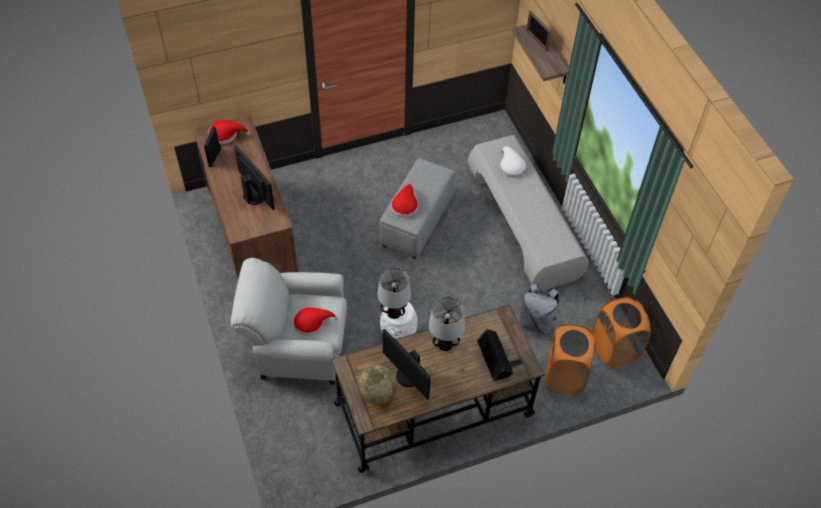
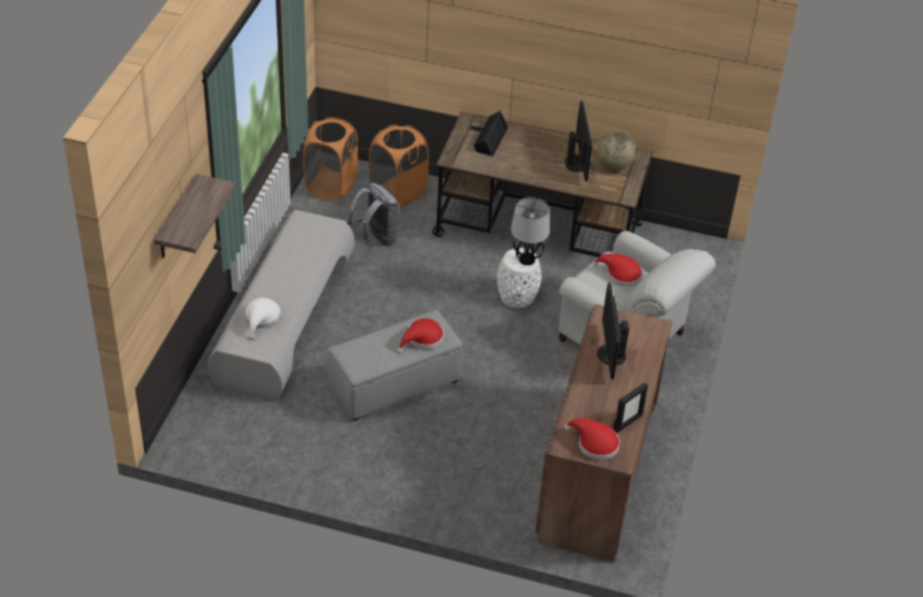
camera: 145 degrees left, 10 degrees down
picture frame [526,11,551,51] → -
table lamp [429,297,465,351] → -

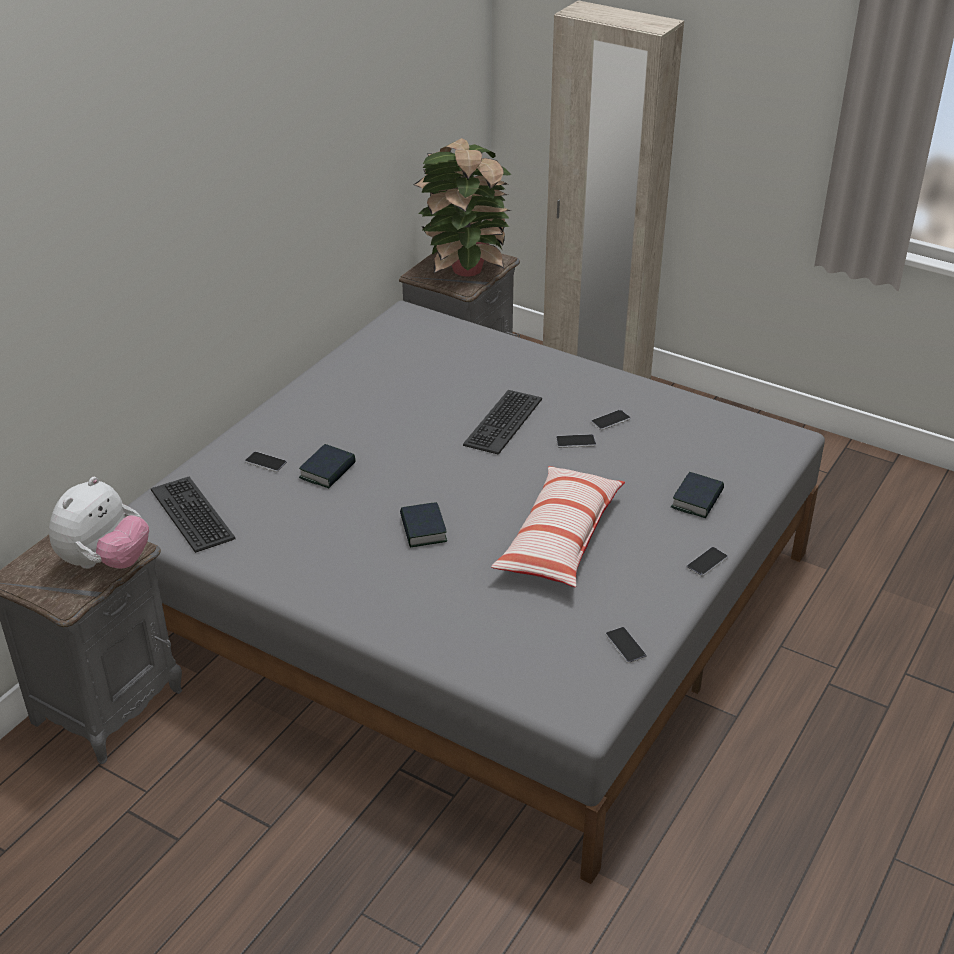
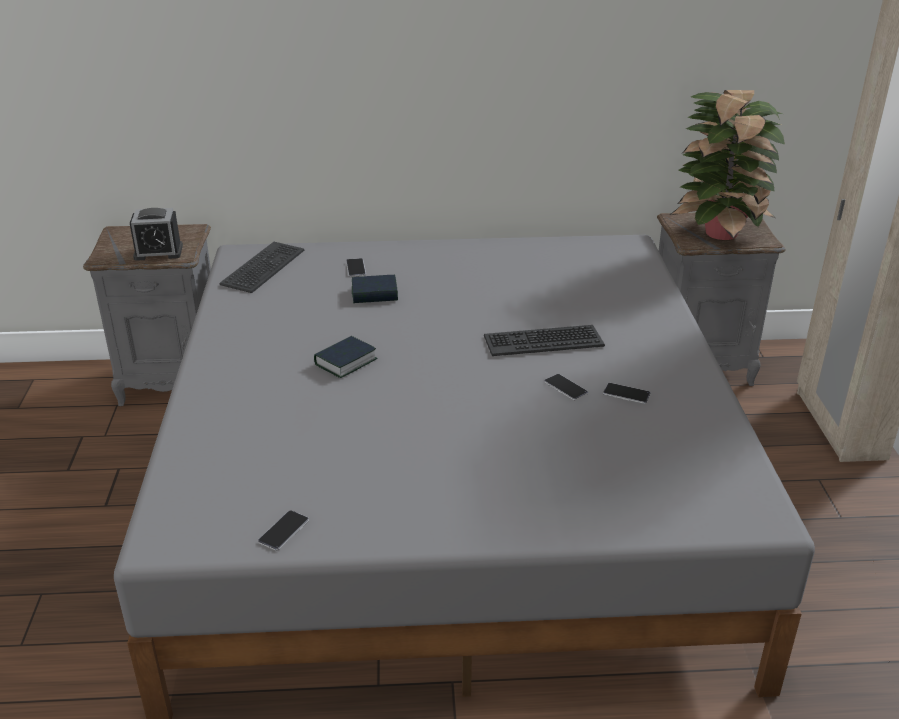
camera: 55 degrees right, 5 degrees down
pillow [491,466,625,587] → -
book [671,472,724,518] → -
plush toy [49,477,149,569] → alarm clock [130,208,183,261]
phone [687,547,728,576] → -

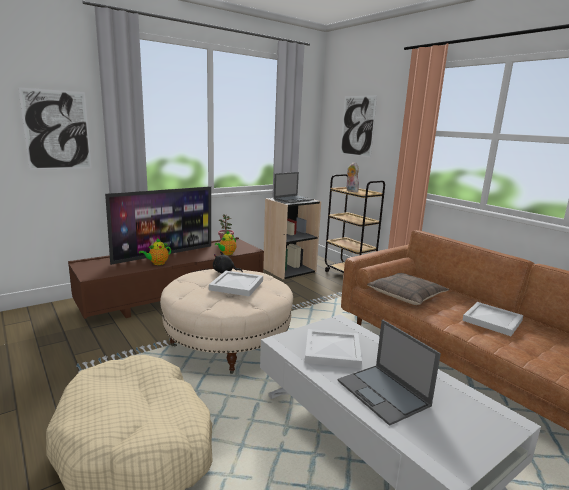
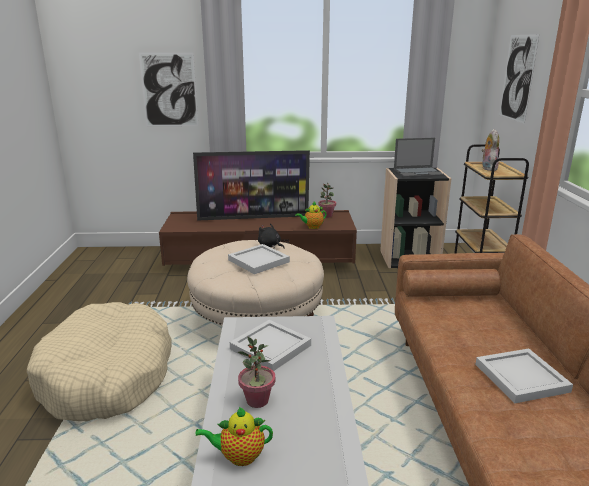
camera: 35 degrees right, 5 degrees up
teapot [139,238,171,265] → teapot [195,407,273,466], move
pillow [367,273,449,305] → -
laptop [338,320,441,426] → potted plant [237,337,275,408]

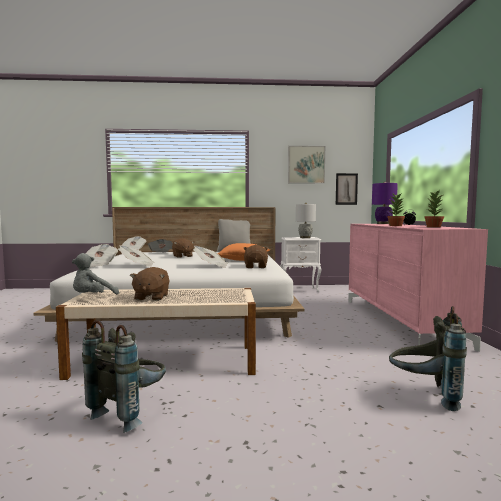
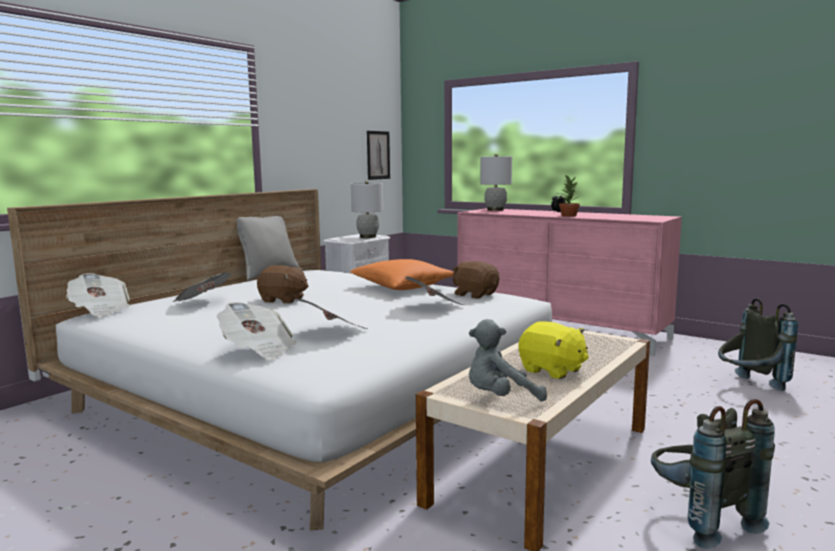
camera: 50 degrees left, 5 degrees up
picture [288,146,325,184] → -
purple table lamp [372,182,398,224] → white table lamp [480,154,512,211]
potted plant [424,190,444,227] → -
grey plush toy [72,253,119,295] → grey plush toy [469,319,547,401], 90 degrees clockwise
brown plush toy [130,267,170,301] → yellow plush toy [519,321,589,379]

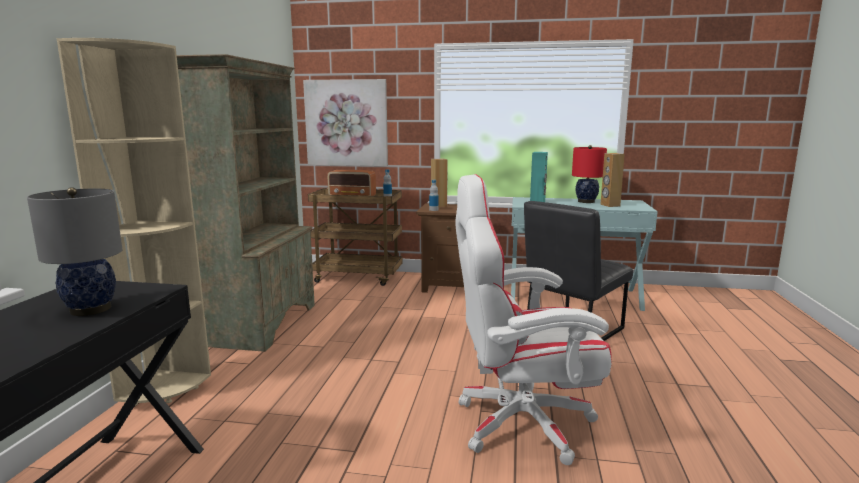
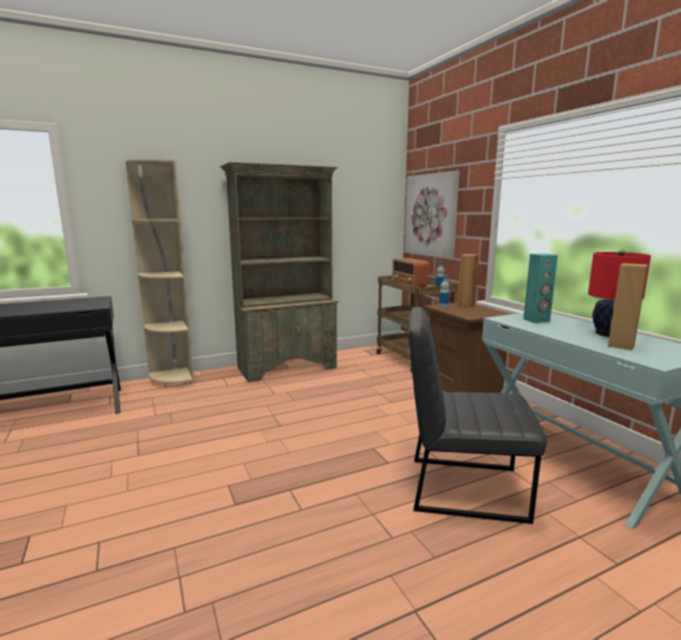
camera: 55 degrees right, 0 degrees up
white office chair [455,174,612,465] → -
grey table lamp [27,187,123,316] → -

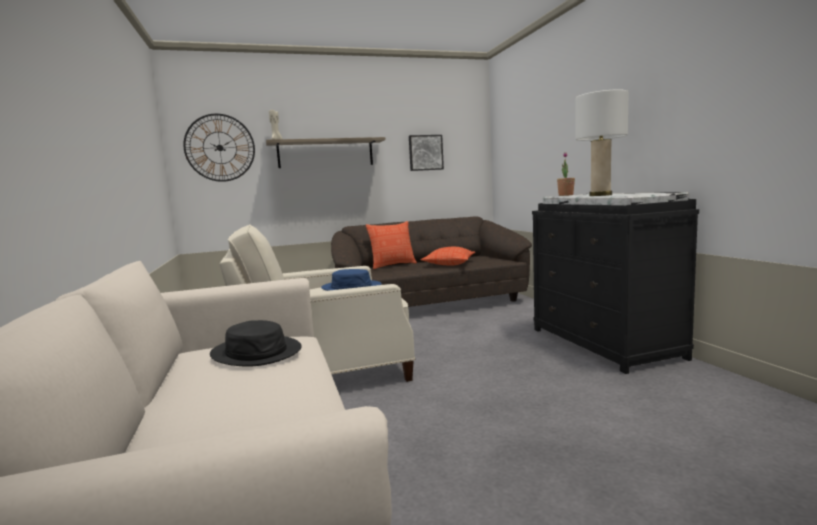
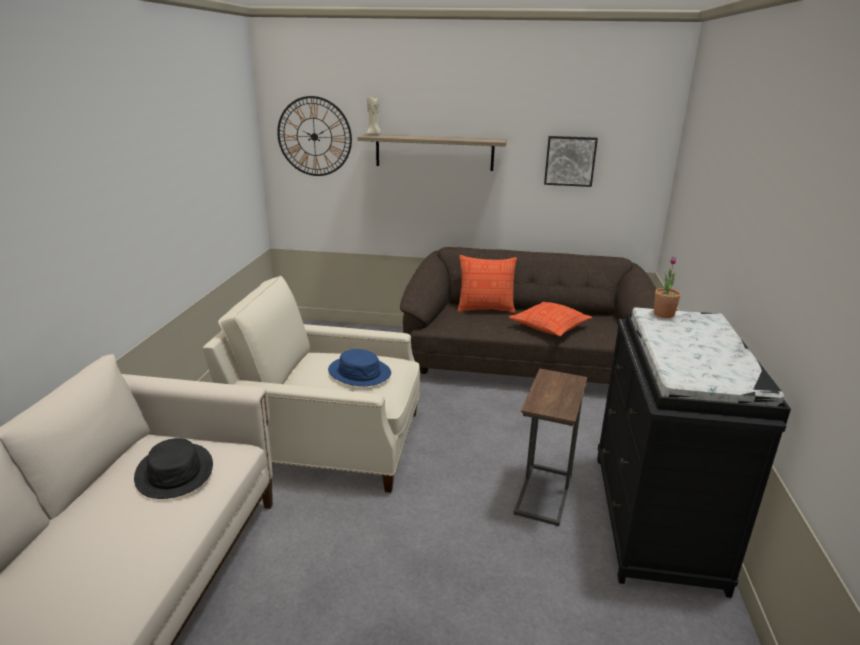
camera: 25 degrees right, 15 degrees up
white table lamp [576,89,629,196] → -
- → brown side table [513,369,587,527]

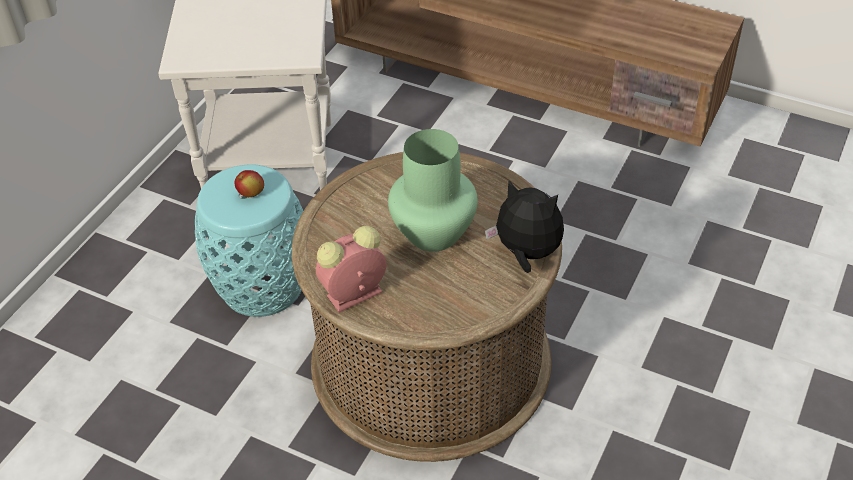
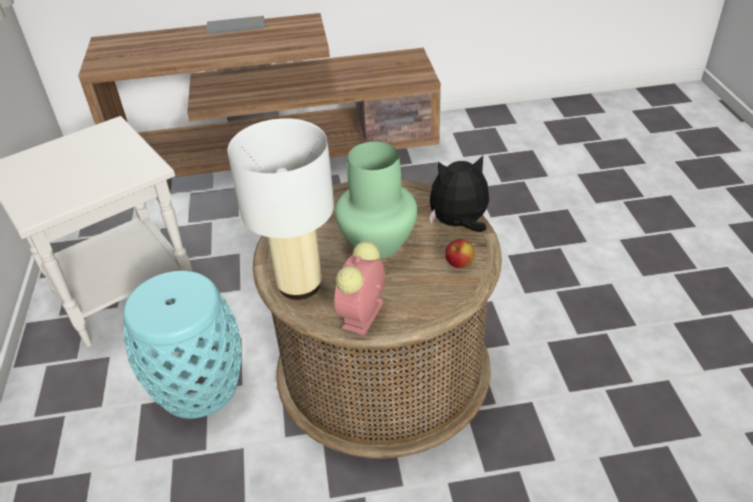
camera: 35 degrees left, 5 degrees down
apple [234,170,264,197] → apple [445,239,475,268], move
- → white table lamp [228,118,334,300]

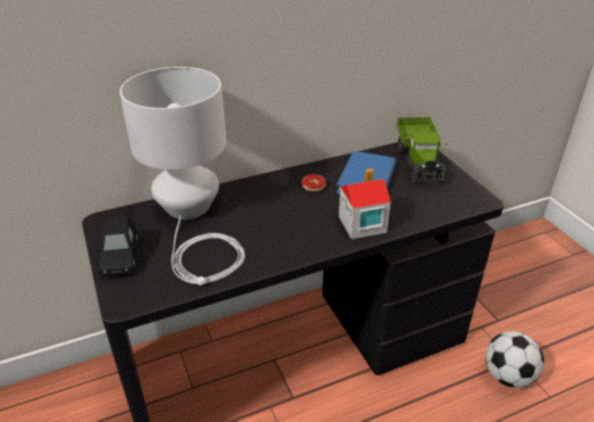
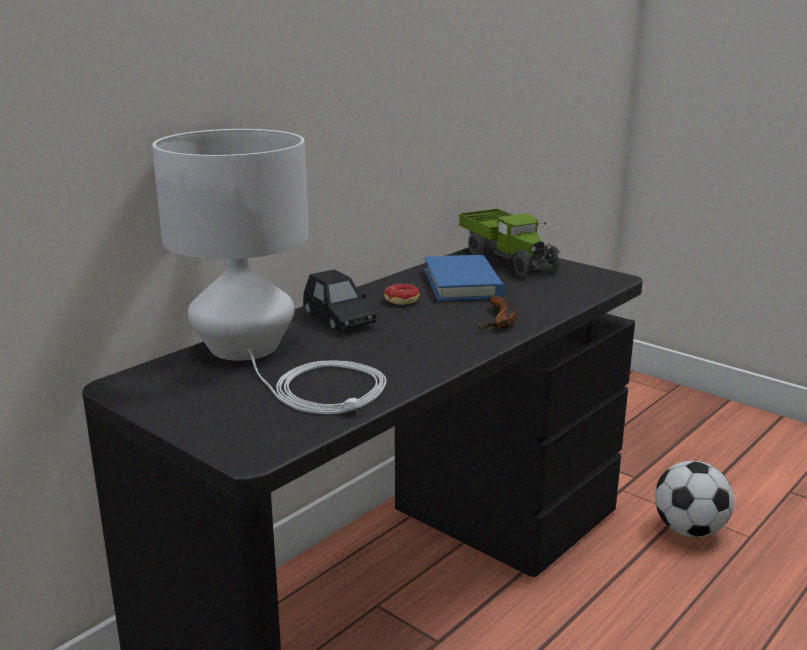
camera: 25 degrees left, 15 degrees down
toy house [339,168,391,239] → banana [476,295,516,329]
black toy car [97,217,138,276] → black toy car [303,269,376,330], move

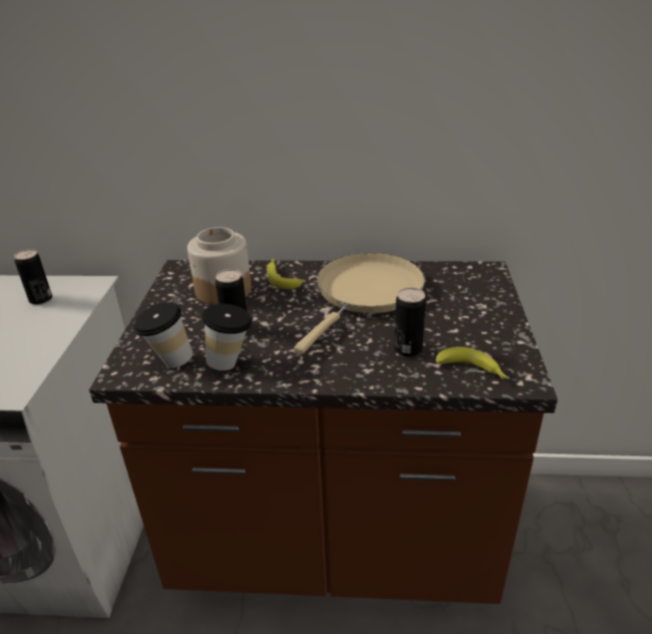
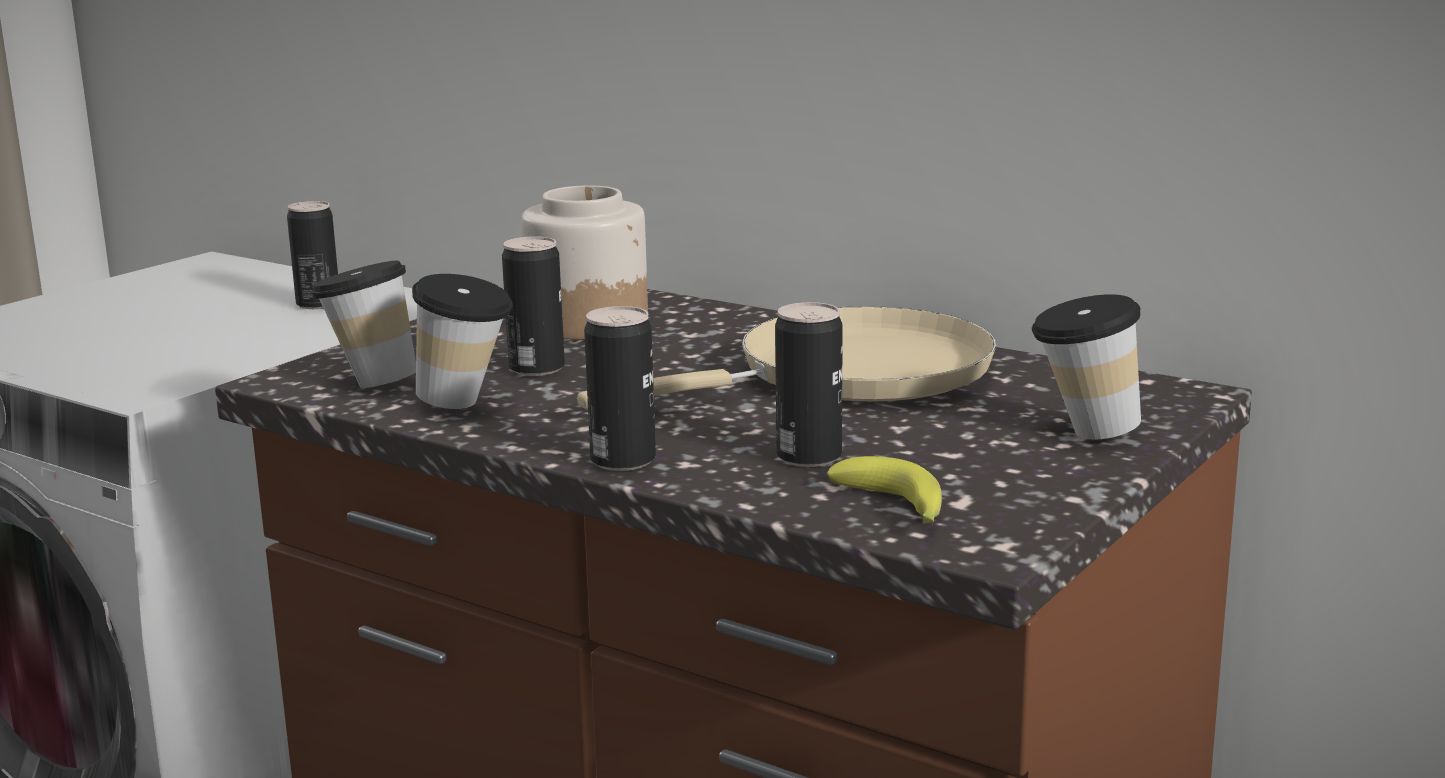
camera: 30 degrees right, 15 degrees down
banana [267,259,303,289] → -
- → cup [1032,294,1141,439]
- → can [584,306,656,471]

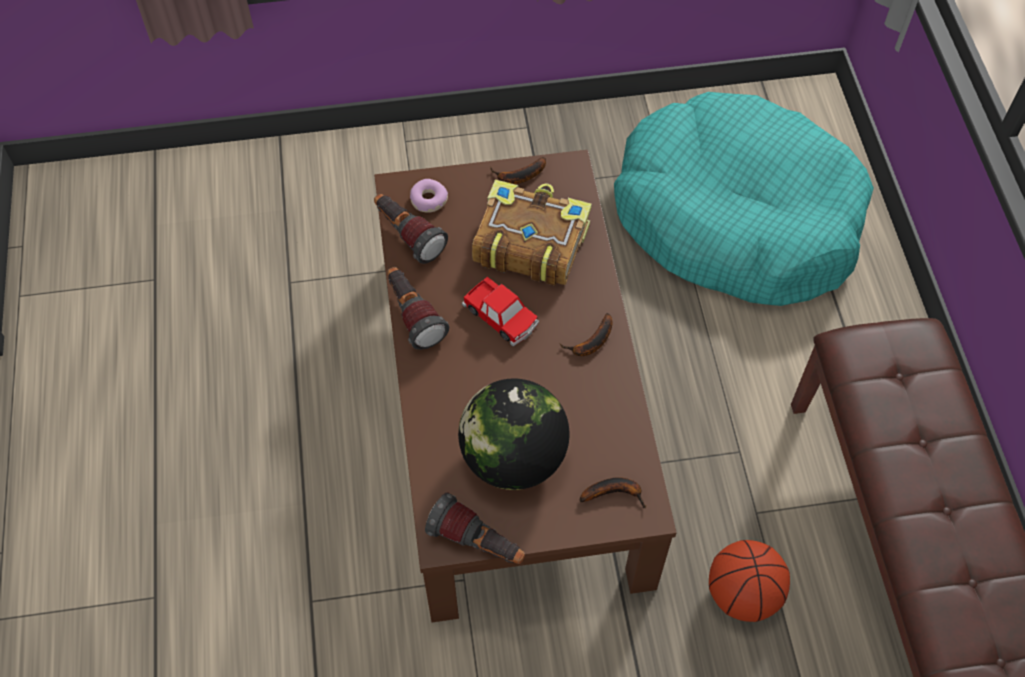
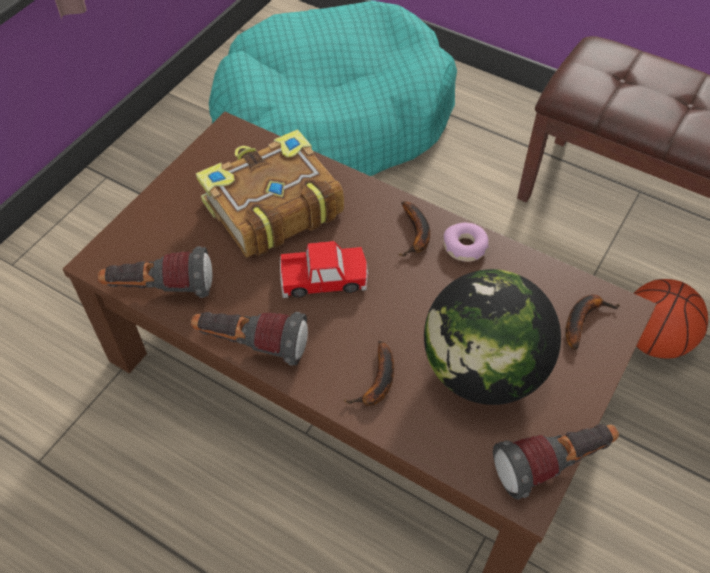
camera: 50 degrees left, 5 degrees down
banana [490,157,546,184] → banana [343,341,394,406], move
donut [410,179,448,213] → donut [444,223,489,262], move

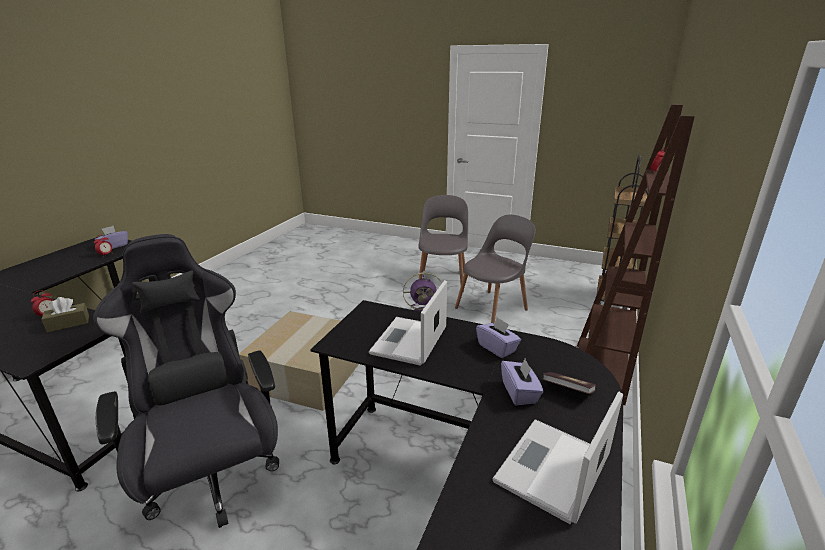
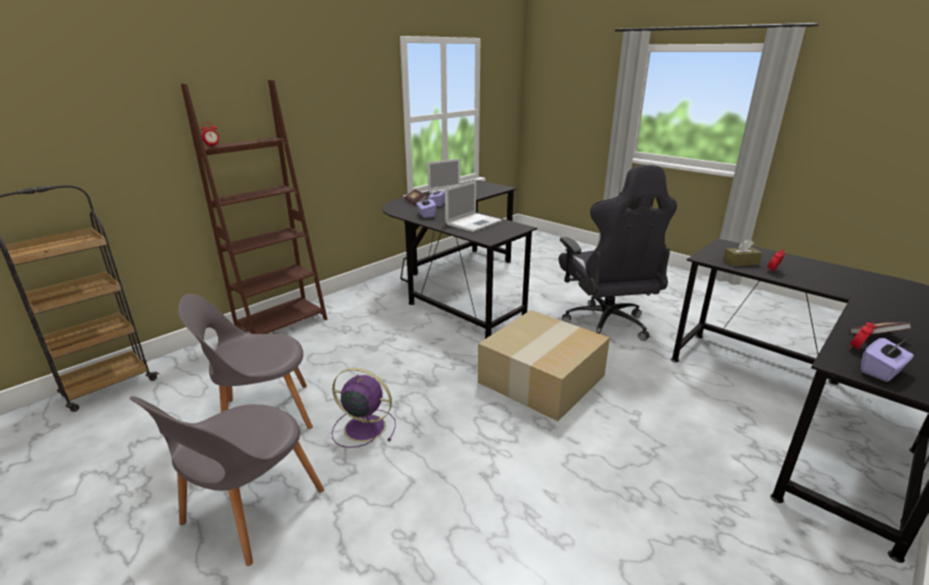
camera: 160 degrees left, 0 degrees up
- → book [850,322,911,334]

